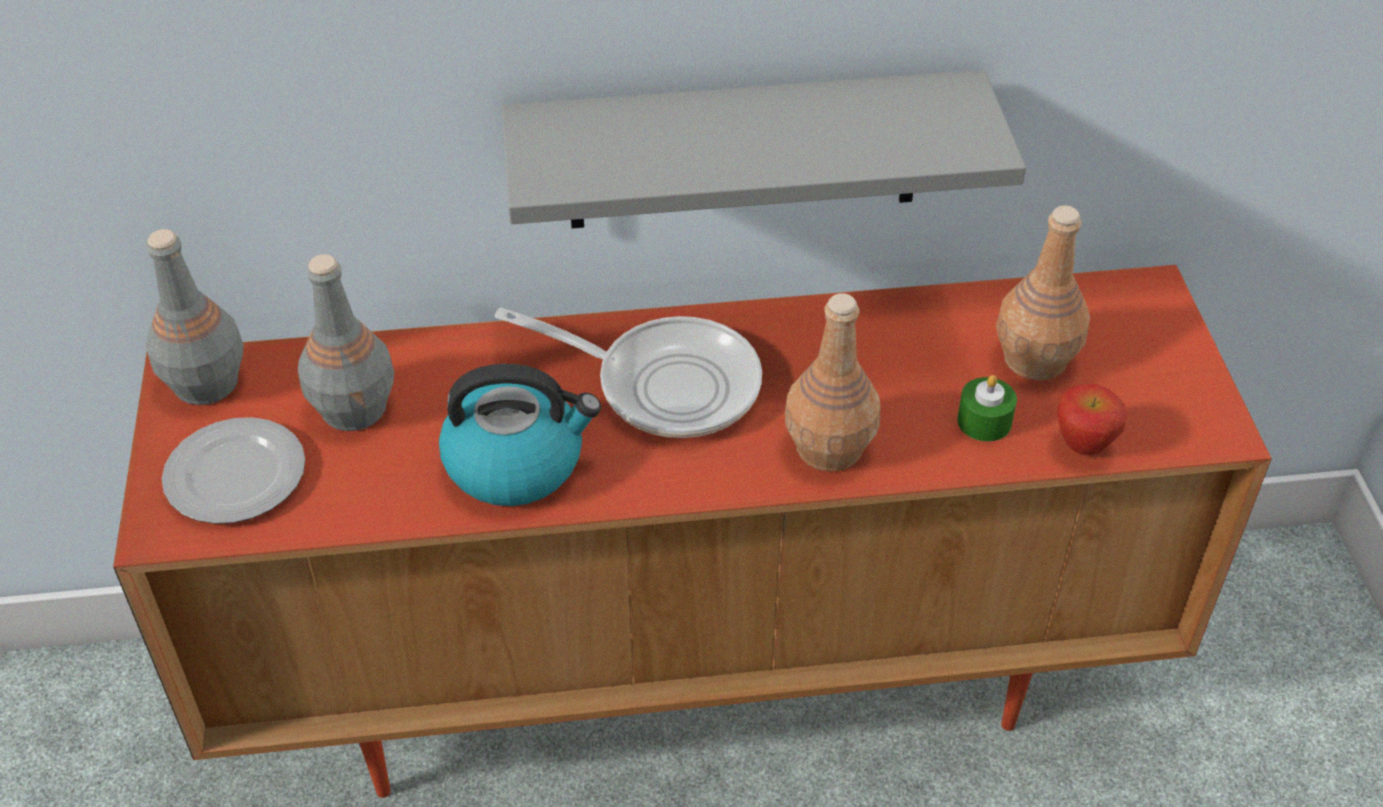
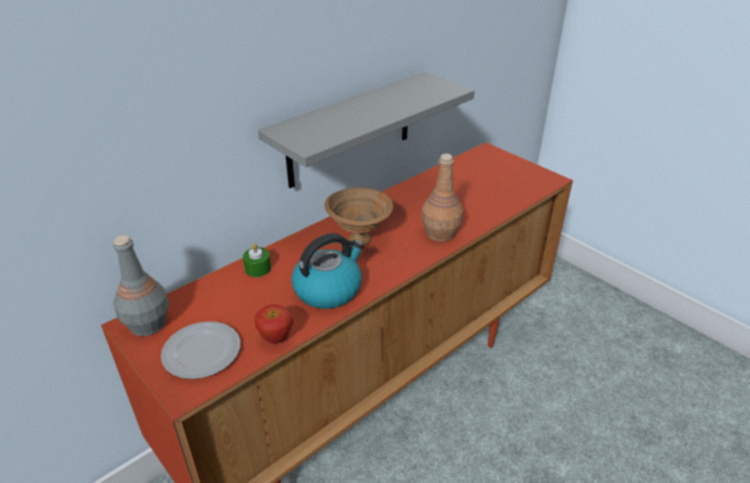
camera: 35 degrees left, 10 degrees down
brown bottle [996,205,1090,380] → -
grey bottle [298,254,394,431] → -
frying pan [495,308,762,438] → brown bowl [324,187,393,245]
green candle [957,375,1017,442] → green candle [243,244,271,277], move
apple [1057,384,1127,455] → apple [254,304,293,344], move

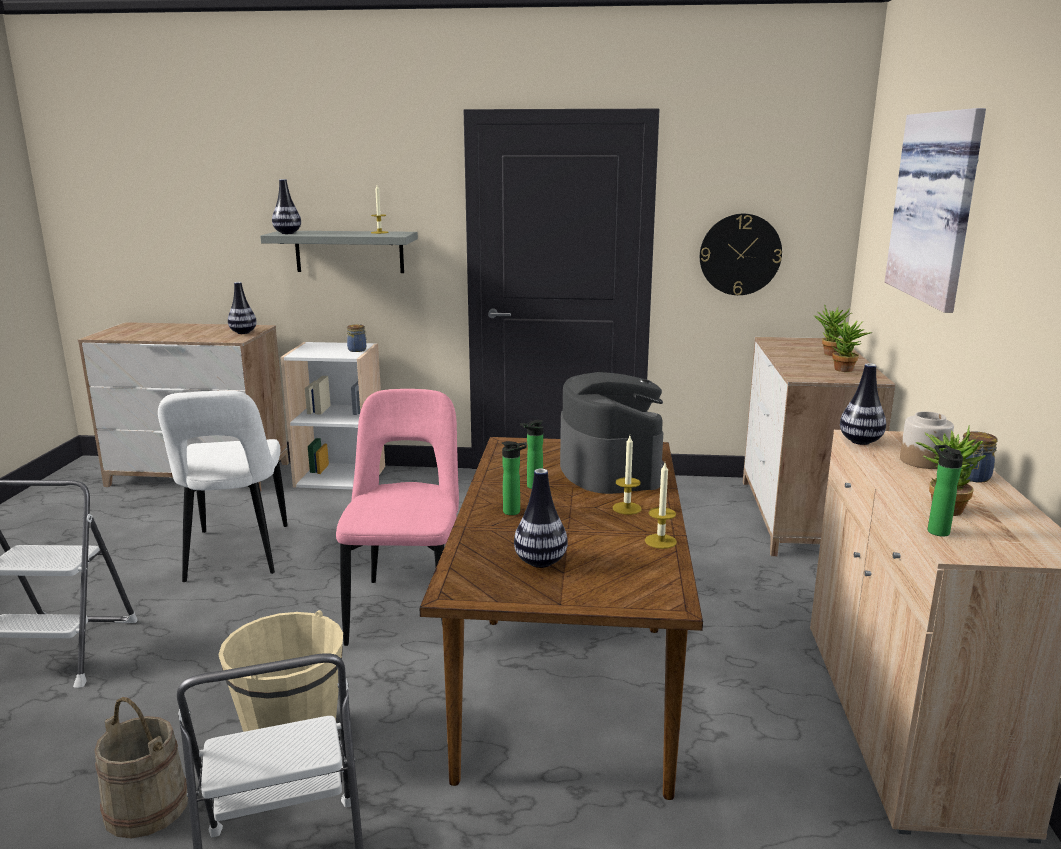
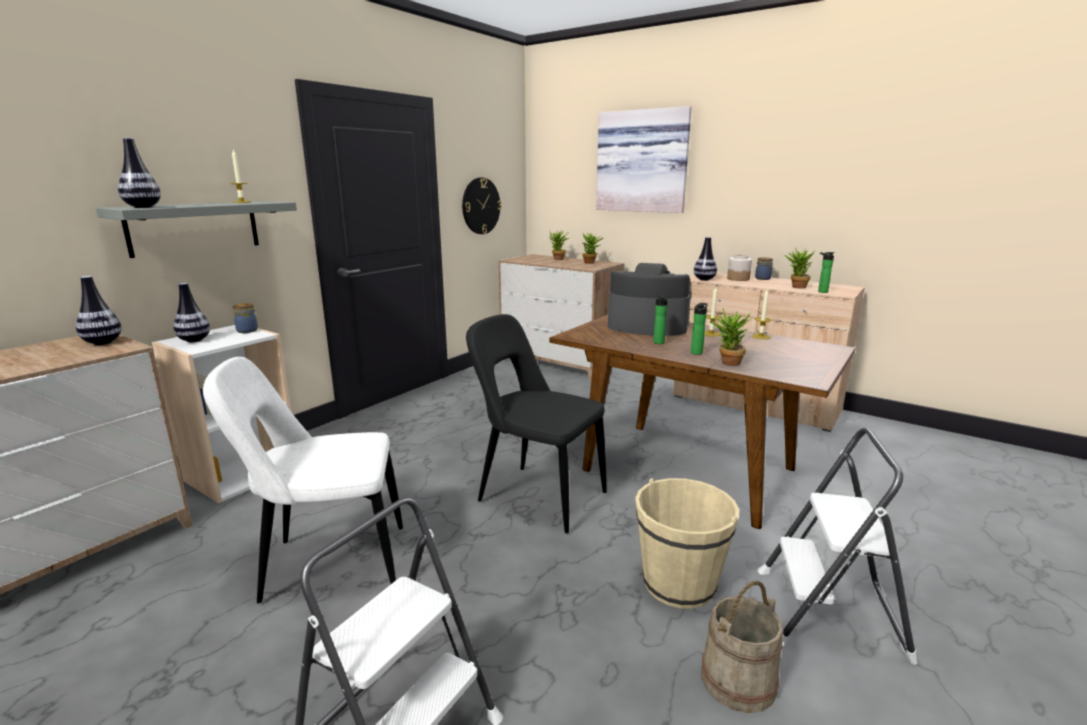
camera: 60 degrees left, 0 degrees up
pink chair [336,389,459,646] → black chair [466,314,607,533]
white chair [158,391,288,582] → white chair [203,357,403,603], 150 degrees clockwise
vase [514,469,568,568] → vase [173,283,210,342], move
- → potted plant [710,309,752,366]

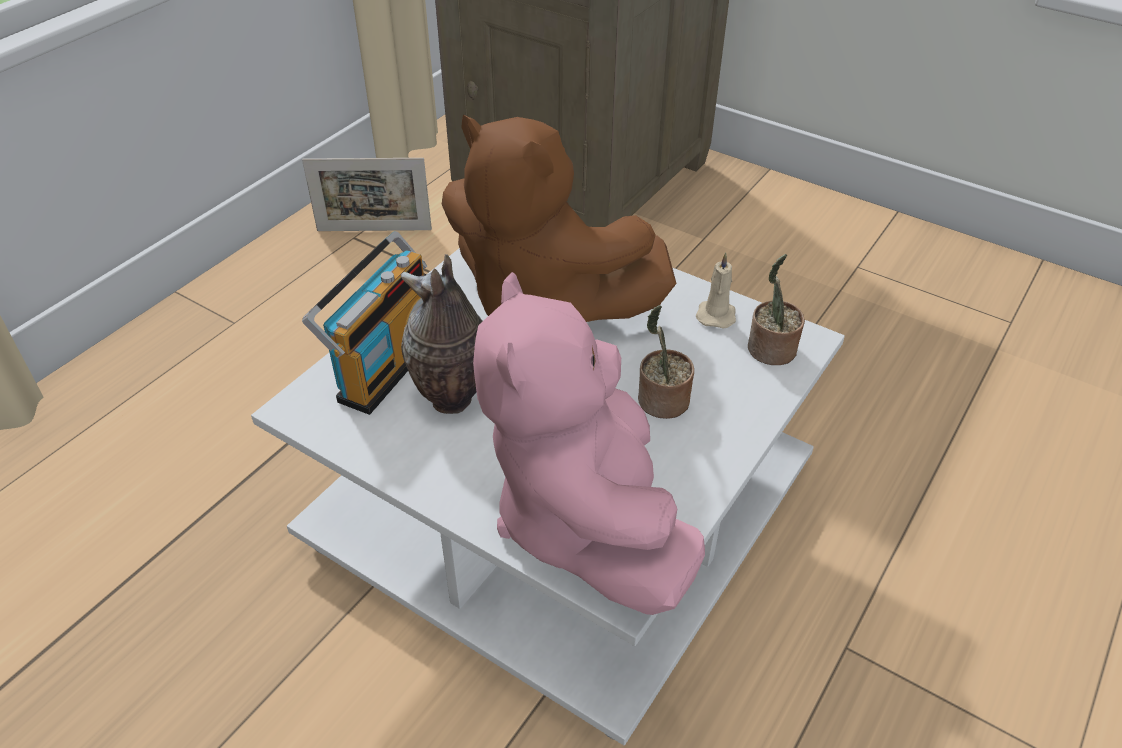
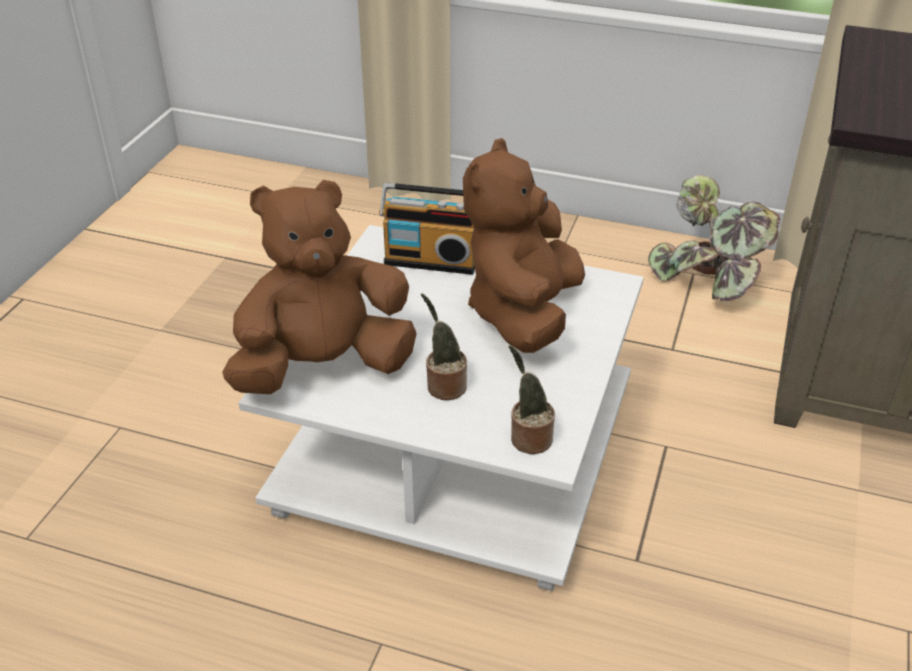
camera: 75 degrees right, 5 degrees down
picture frame [302,158,432,231] → potted plant [648,174,781,301]
beige candle [696,252,736,329] → -
vase [401,254,483,414] → -
pink plush toy [473,272,705,615] → brown plush toy [222,180,417,394]

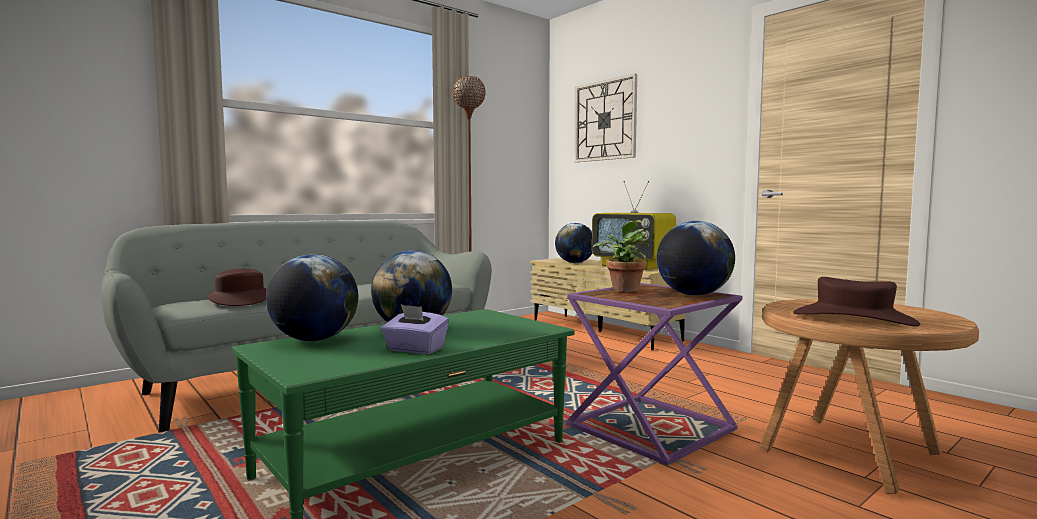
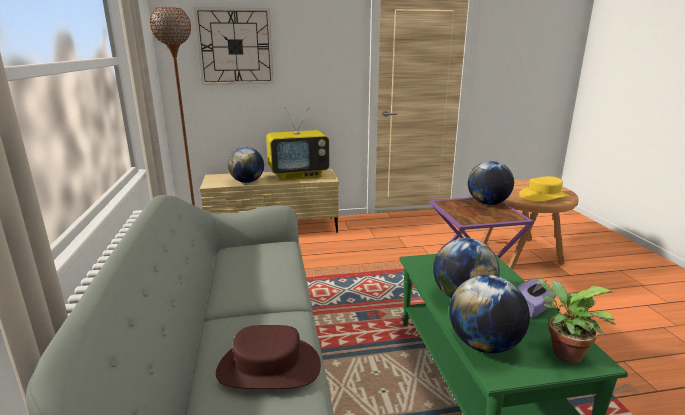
camera: 60 degrees left, 15 degrees up
potted plant [593,220,649,292] → potted plant [536,279,615,363], move
brown hat [793,277,920,326] → yellow hat [519,176,569,202]

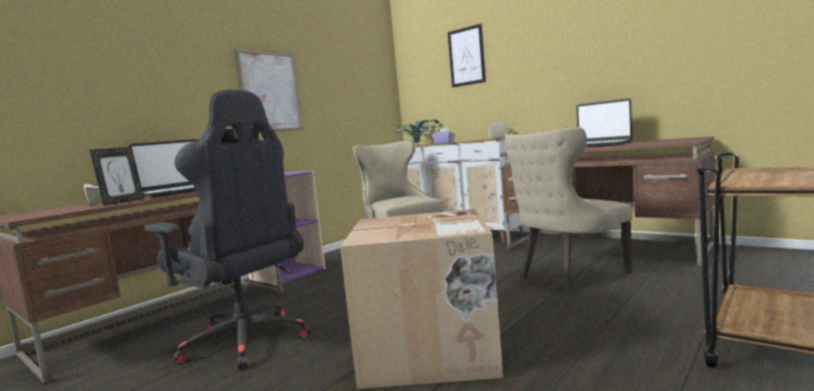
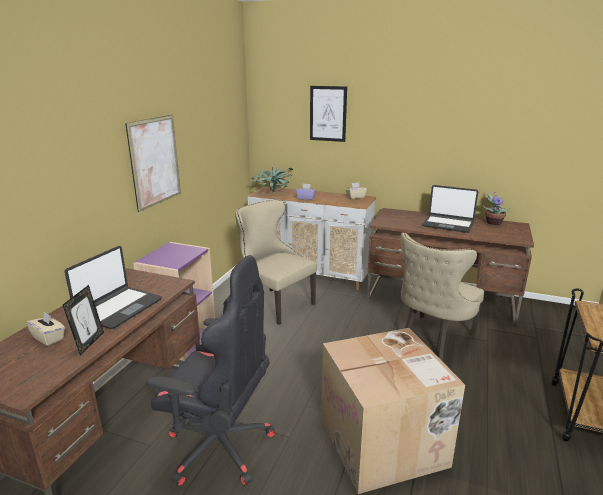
camera: 20 degrees left, 15 degrees up
- → potted plant [483,191,511,225]

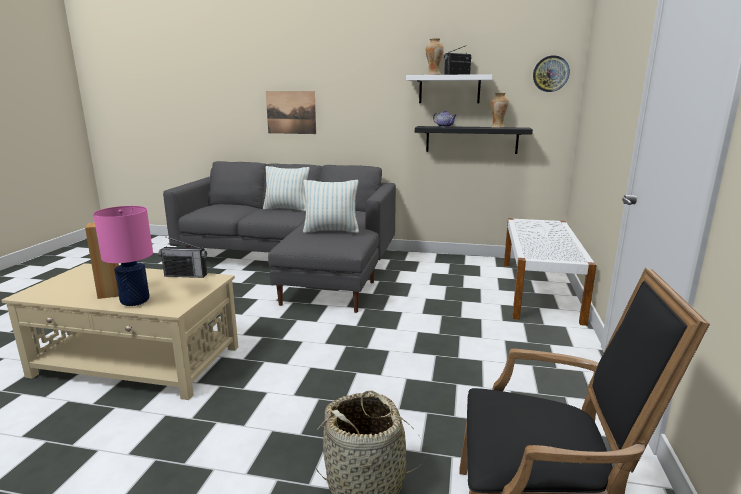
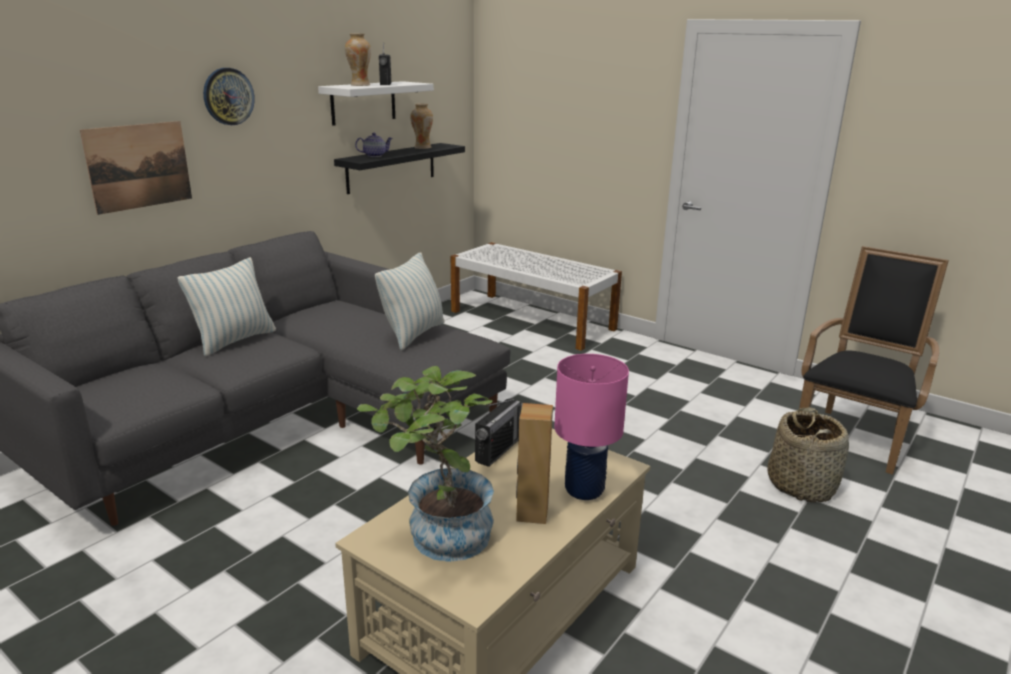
camera: 65 degrees left, 5 degrees up
wall clock [533,55,570,92] → wall clock [203,68,255,125], move
- → potted plant [357,366,494,562]

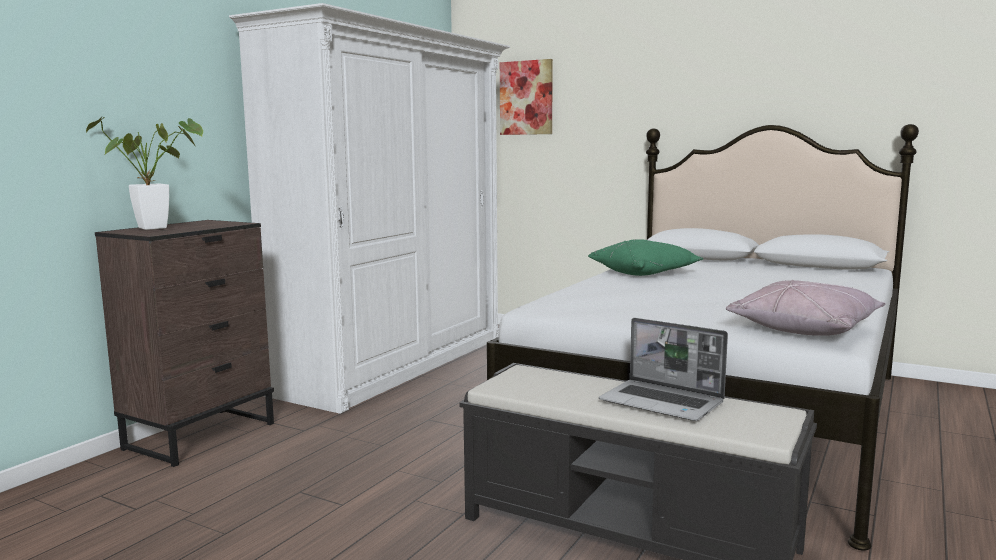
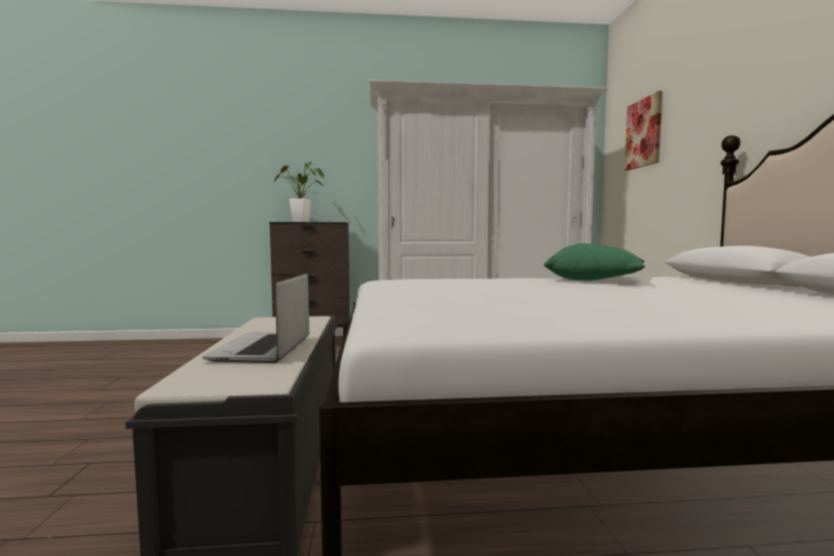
camera: 55 degrees right, 5 degrees down
purple pillow [726,280,886,336] → -

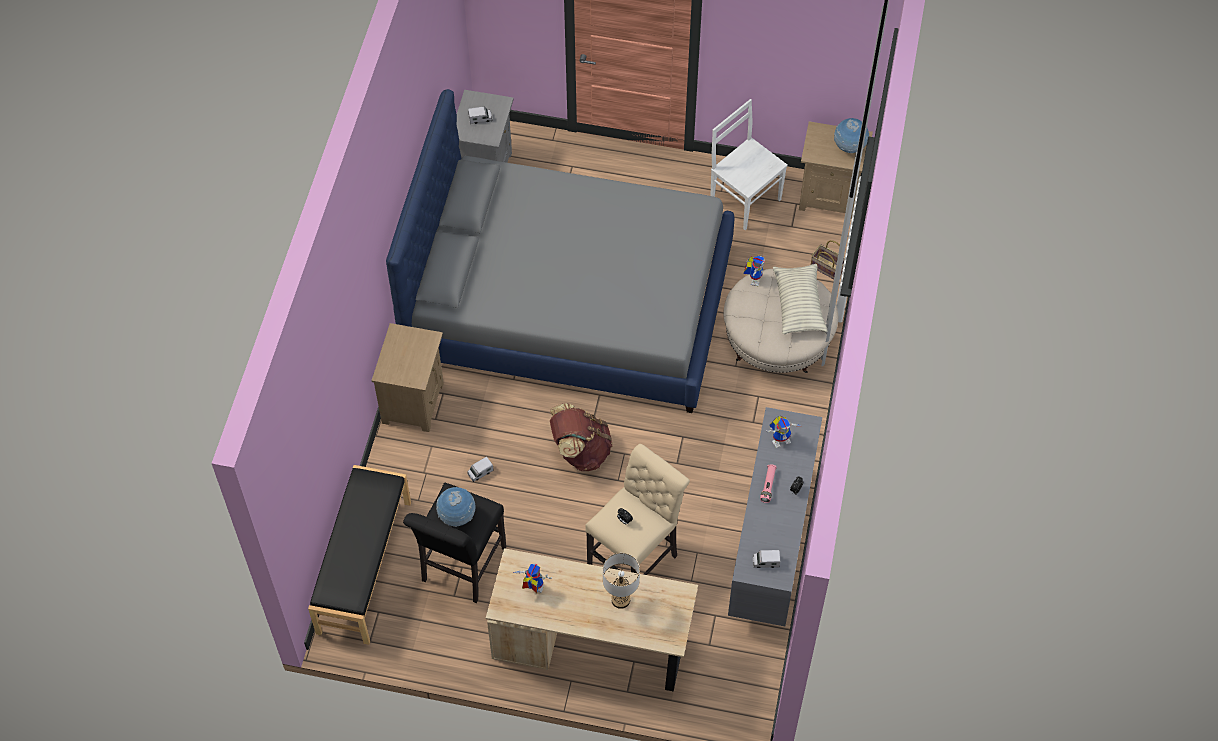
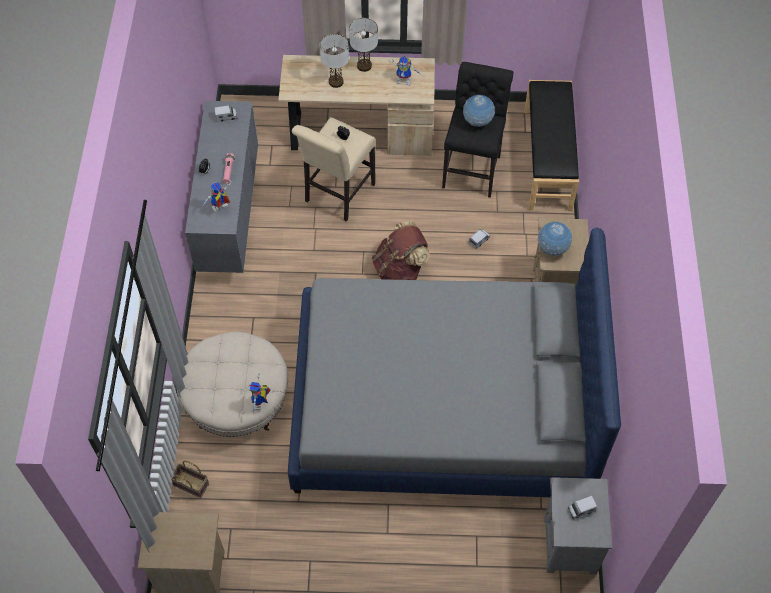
camera: 170 degrees right, 0 degrees up
white chair [710,99,788,230] → -
globe [834,118,869,153] → globe [538,222,572,256], move
pillow [773,264,827,334] → -
- → table lamp [349,18,378,72]

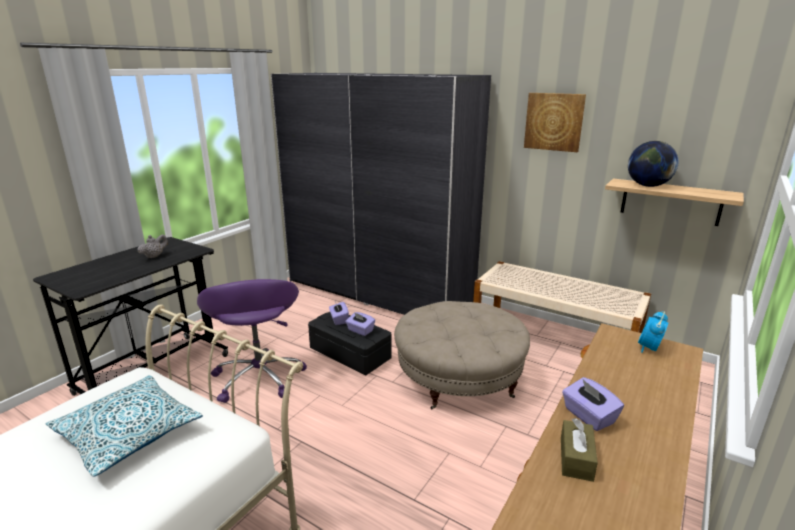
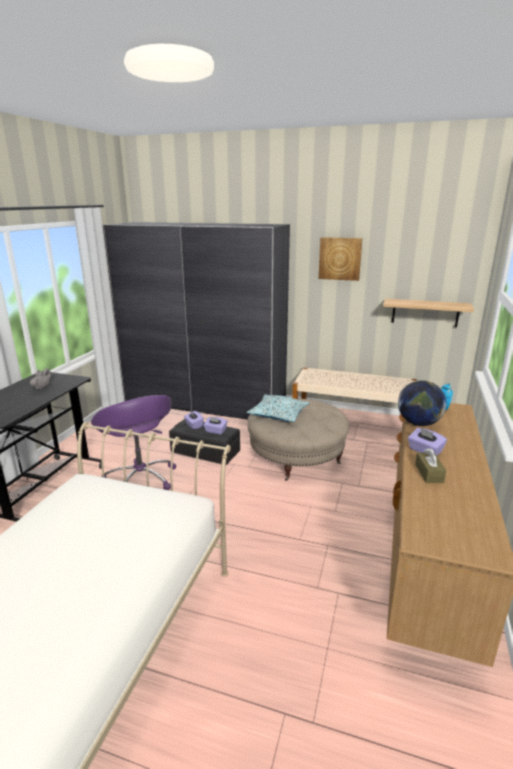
camera: 15 degrees left, 0 degrees up
globe [628,141,679,187] → globe [398,380,447,426], move
pillow [46,375,203,477] → pillow [246,395,310,422], move

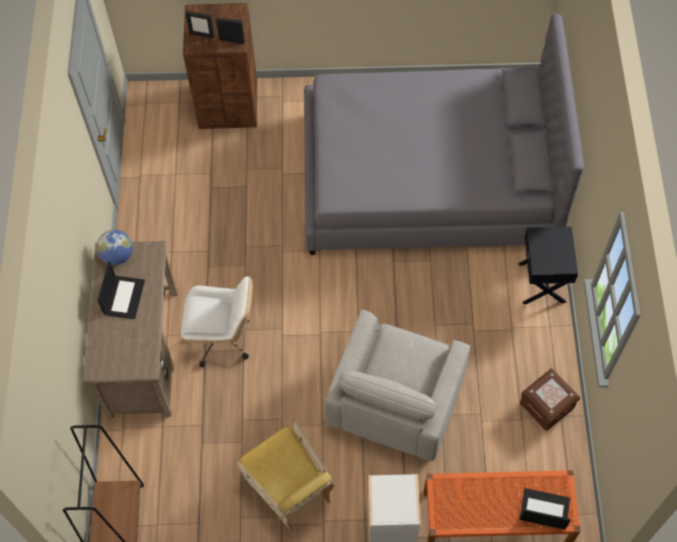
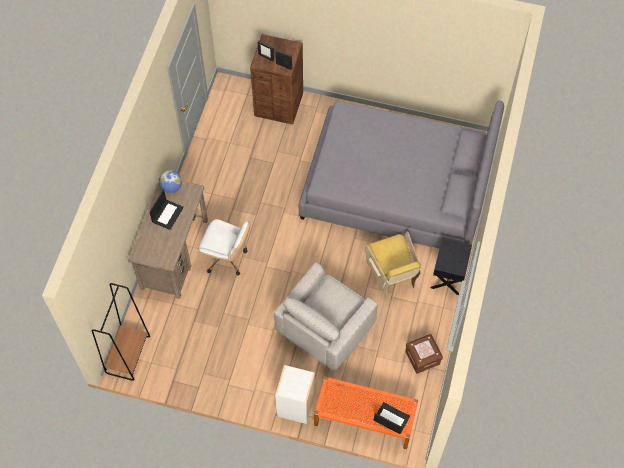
camera: 15 degrees right, 0 degrees up
yellow armchair [236,421,335,531] → yellow armchair [365,231,421,298], move

